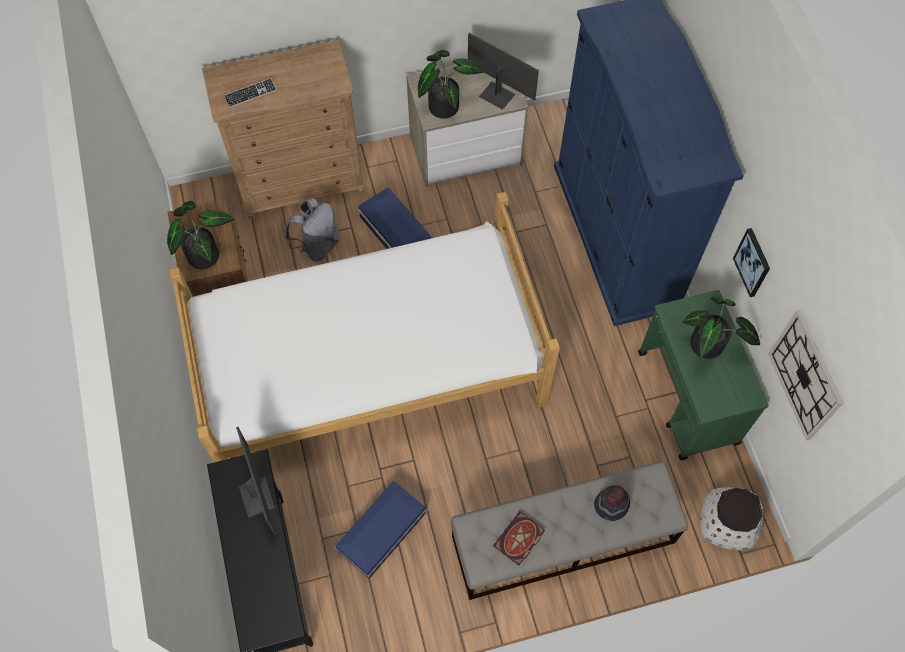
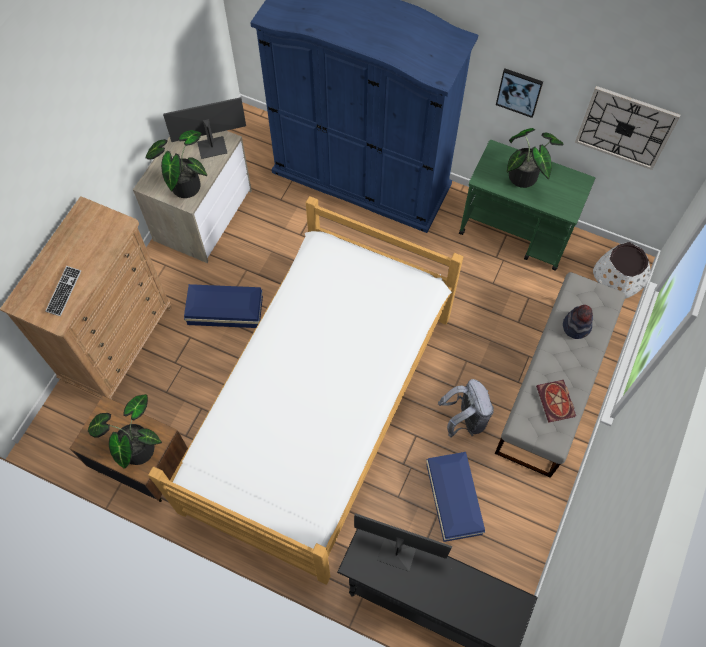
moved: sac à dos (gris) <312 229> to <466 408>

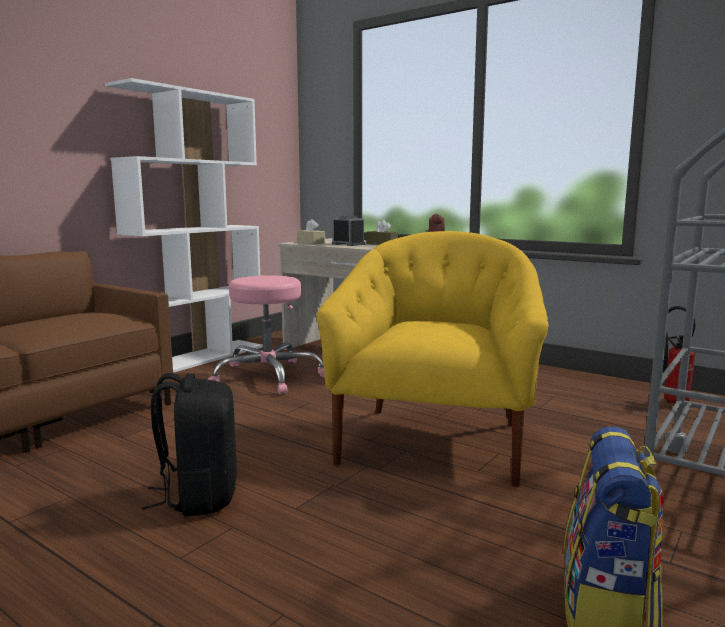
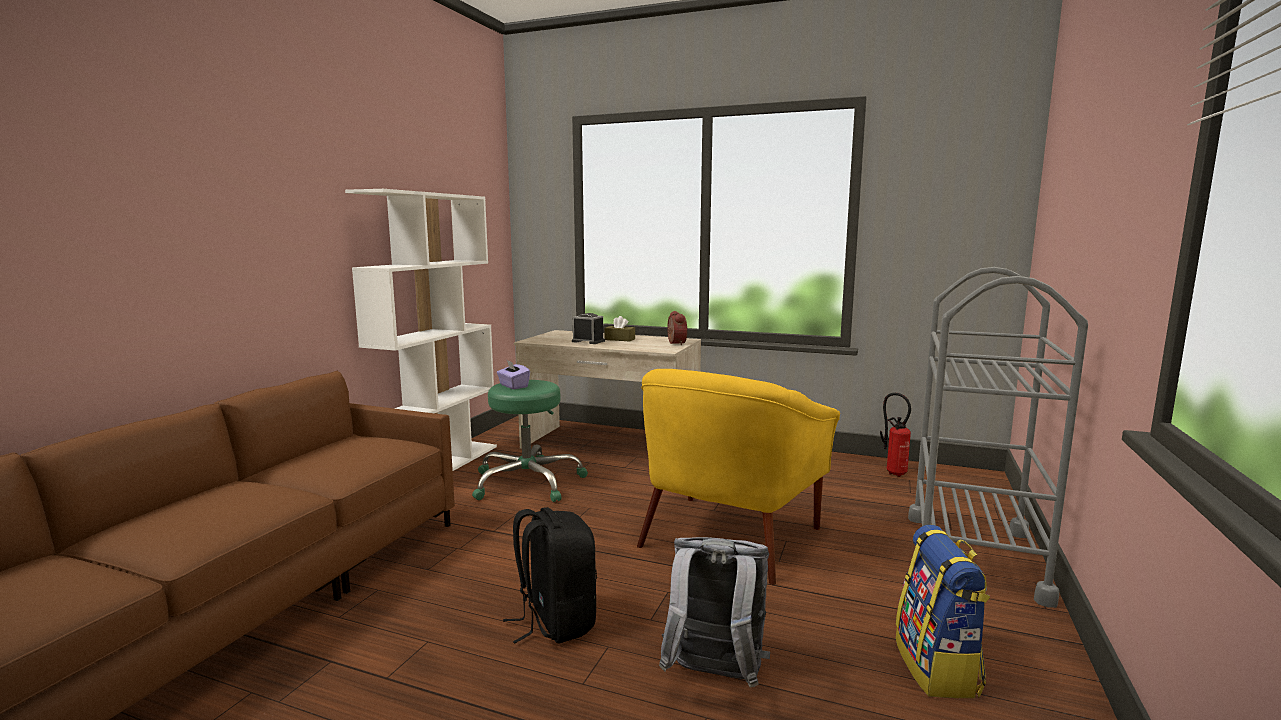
removed: boîte à mouchoirs (beige) <311 231>
added: boîte à mouchoirs (violet) <513 374>; sac à dos (gris) <714 612>
recoloured: tabouret (rose) <266 335> to tabouret (vert) <530 441>
turned: fauteuil (jaune) <433 359> = <738 477> 150 degrees counterclockwise

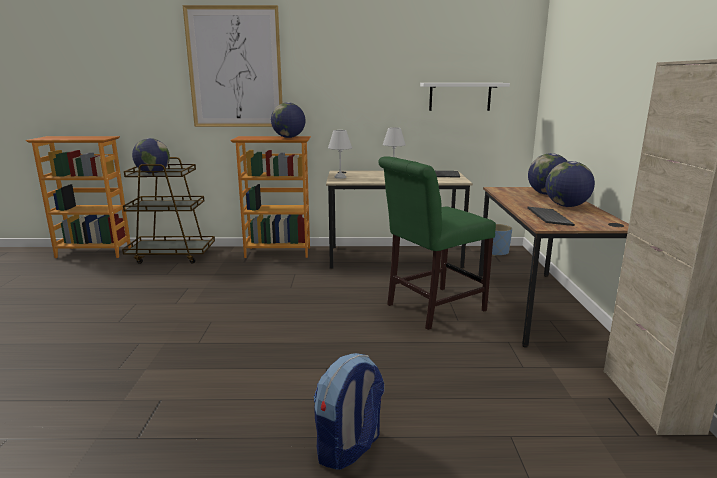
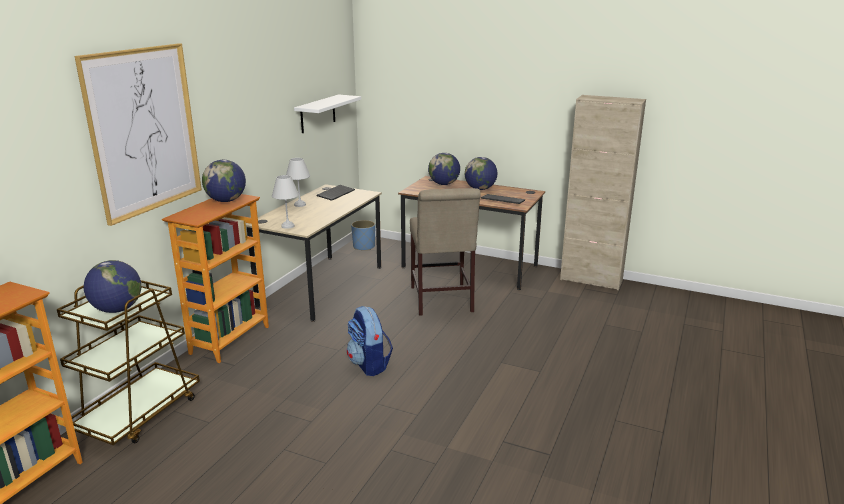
moved: sac à dos <349 411> to <370 341>
recoloured: chaise (vert) <437 243> to chaise (beige) <445 252>

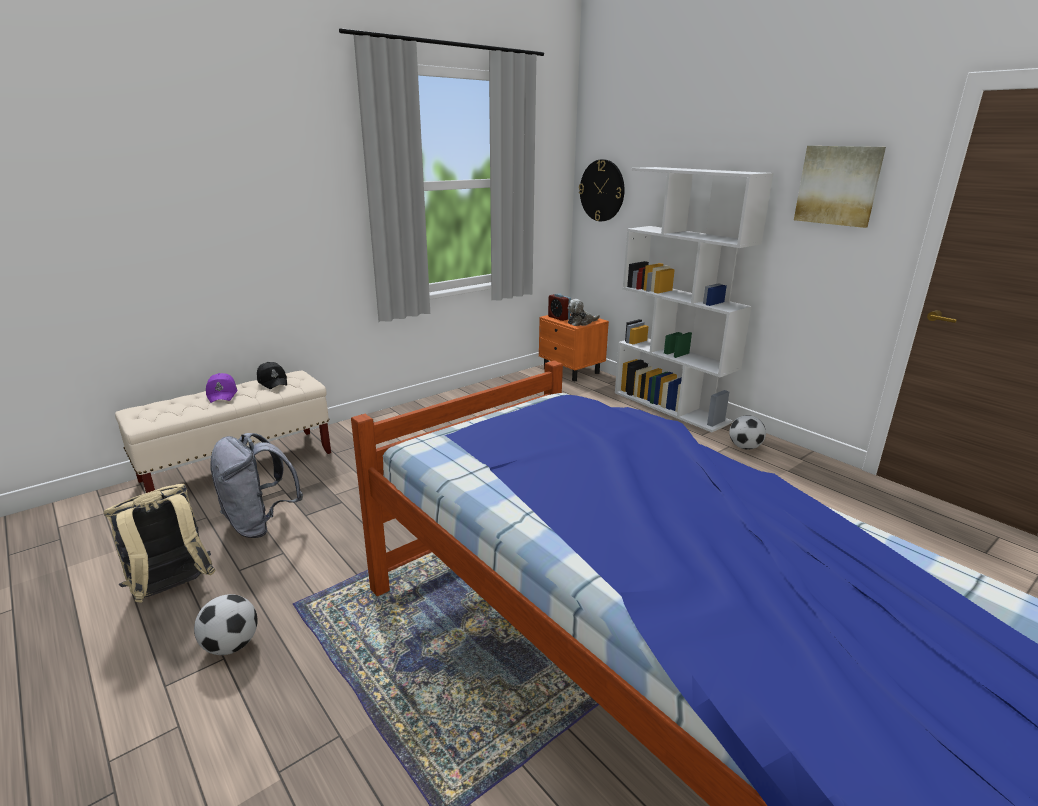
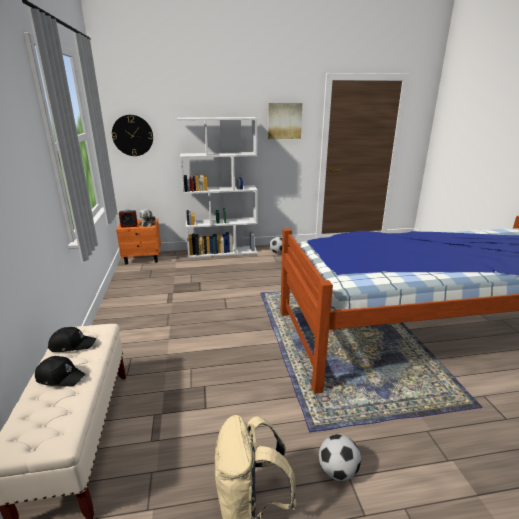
removed: sac à dos (gris) <256 485>
recoloured: casquette (violet) <221 388> to casquette (noir) <60 371>

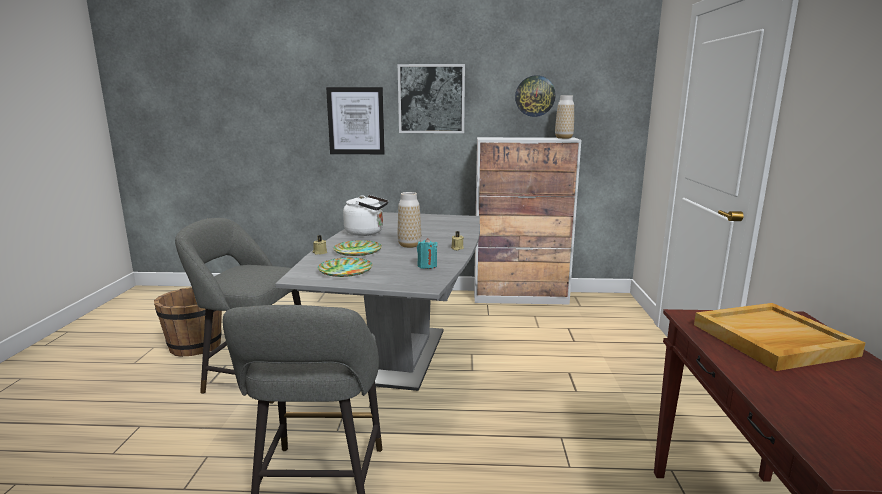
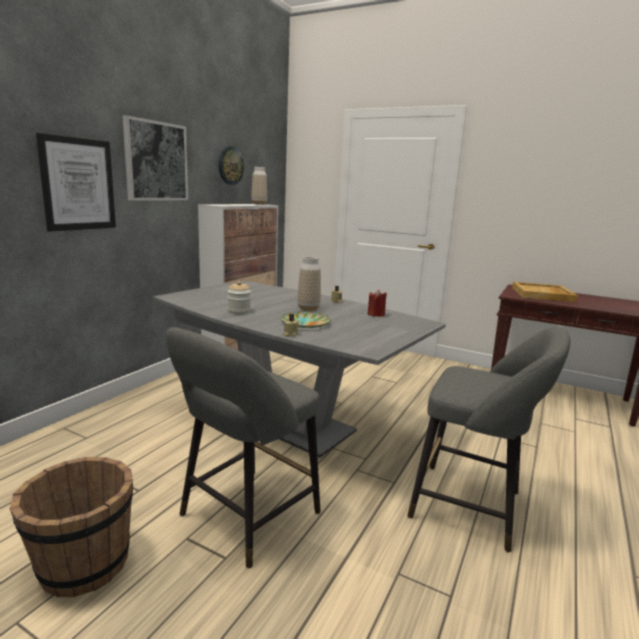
removed: assiette <345 267>
replaced: bouilloire (blanc) <365 215> to bocal <239 297>
recoloured: bougie (turquoise) <427 253> to bougie (rouge) <377 303>

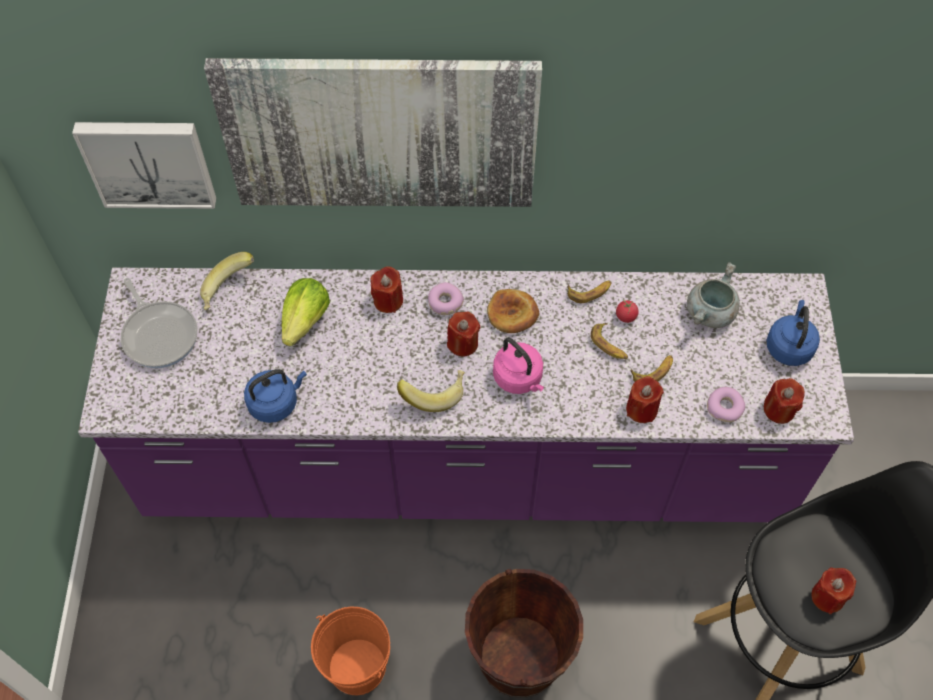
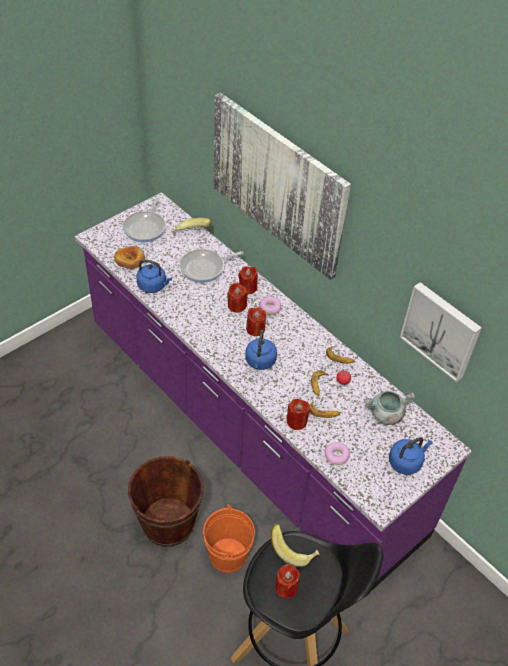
moved: tableau <144 165> to <441 332>; seau (orange) <350 651> to <229 538>; banane <431 391> to <295 545>; pain <513 311> to <129 257>; bougie (rouge) <784 401> to <237 297>
replaced: laitue <306 312> to poêle <211 266>
recoloured: bouilloire (rose) <518 366> to bouilloire (bleu) <261 350>

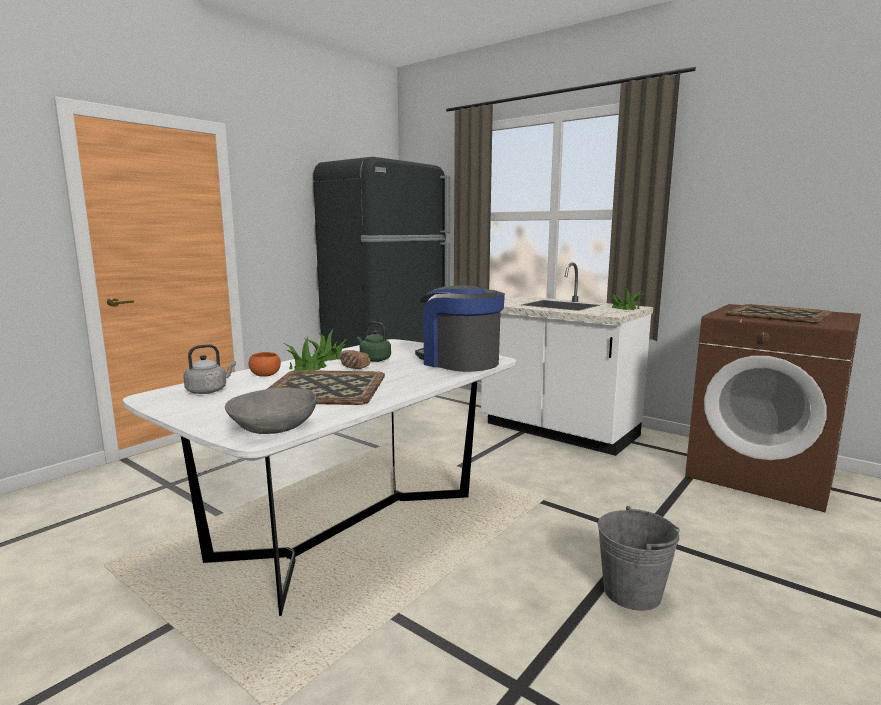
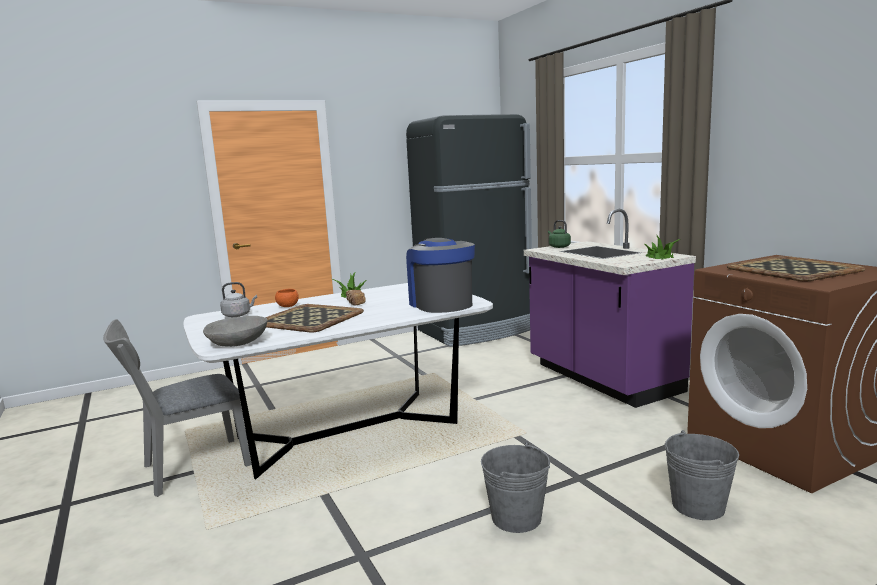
removed: plante en pot <306 353>
added: chaise (gris) <177 408>; seau (gris) <702 475>
moved: bouilloire (vert) <374 342> to <559 234>
recoloured: comptoir de cuisine (blanc) <567 359> to comptoir de cuisine (violet) <610 308>

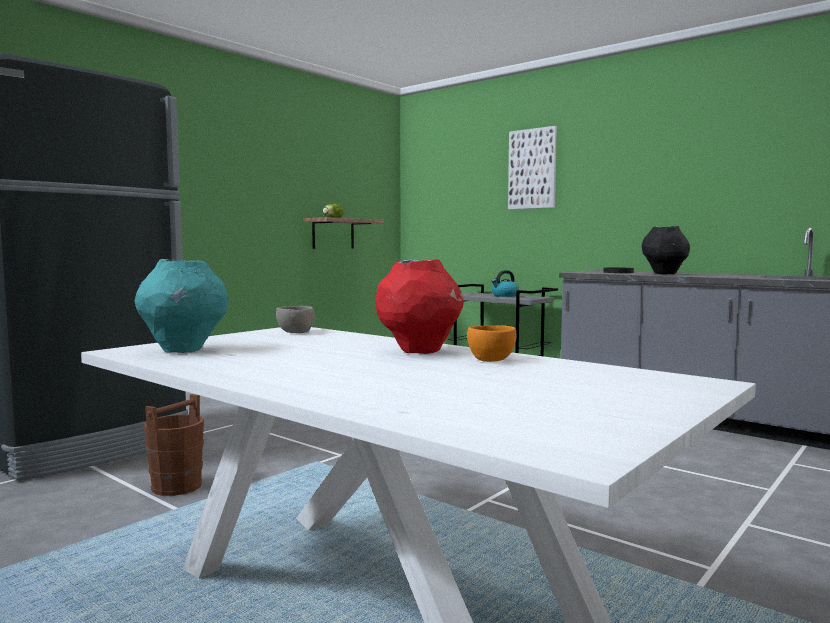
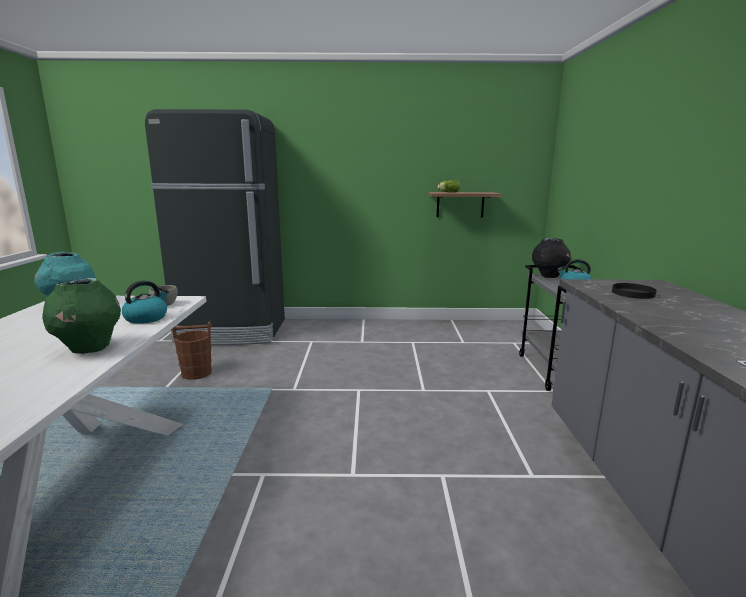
removed: bol (orange) <492 343>; tableau <532 167>
added: bouilloire <145 302>
moved: vase (noir) <666 250> to <551 258>
recoloured: vase (rouge) <420 306> to vase (vert) <81 316>

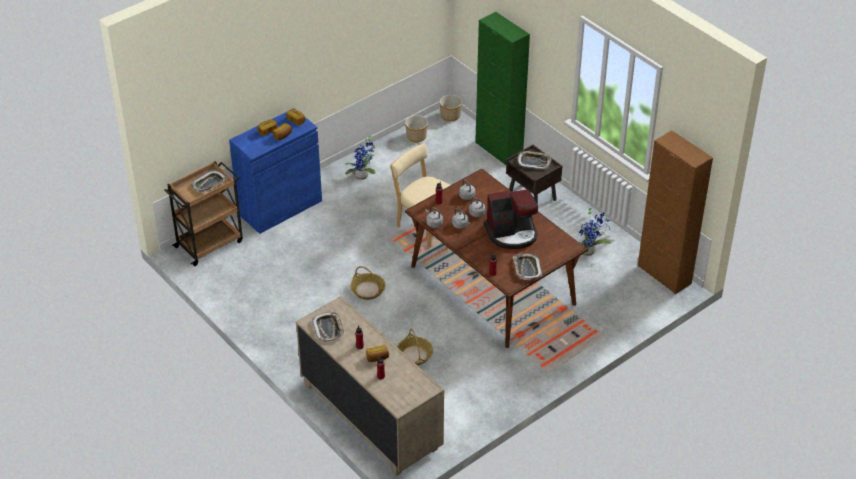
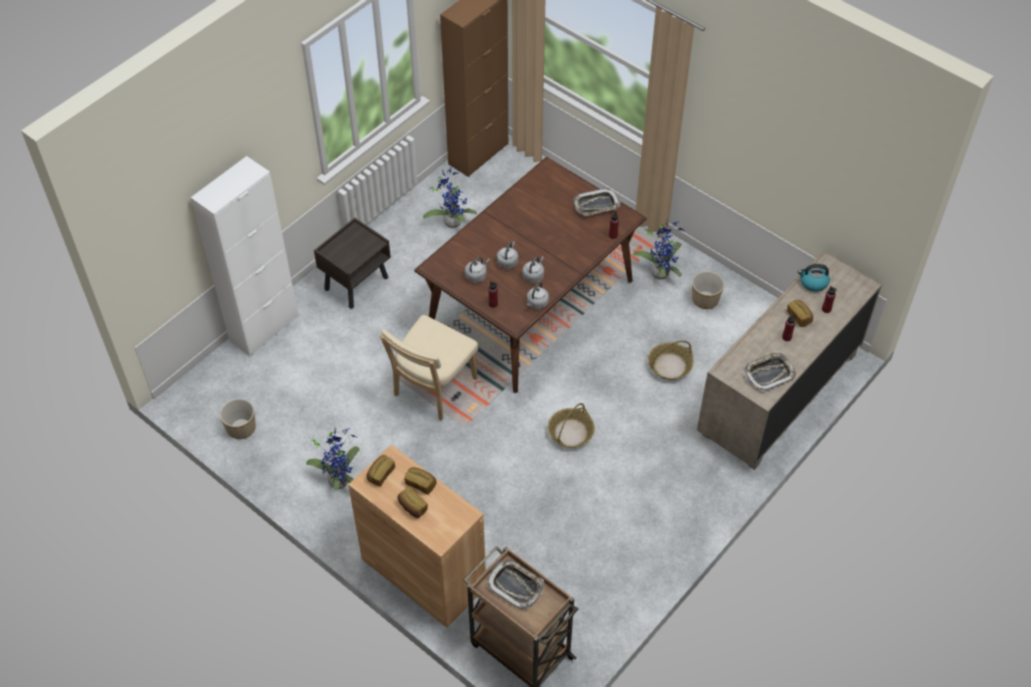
removed: machine à café <511 219>; plateau <534 160>
added: plante en pot <658 250>; bouilloire <814 278>
moved: cache-pot <451 108> to <708 290>
recoloured: meuble de rangement (bleu) <275 171> to meuble de rangement (marron) <417 536>; meuble de rangement (vert) <502 88> to meuble de rangement (blanc) <245 256>

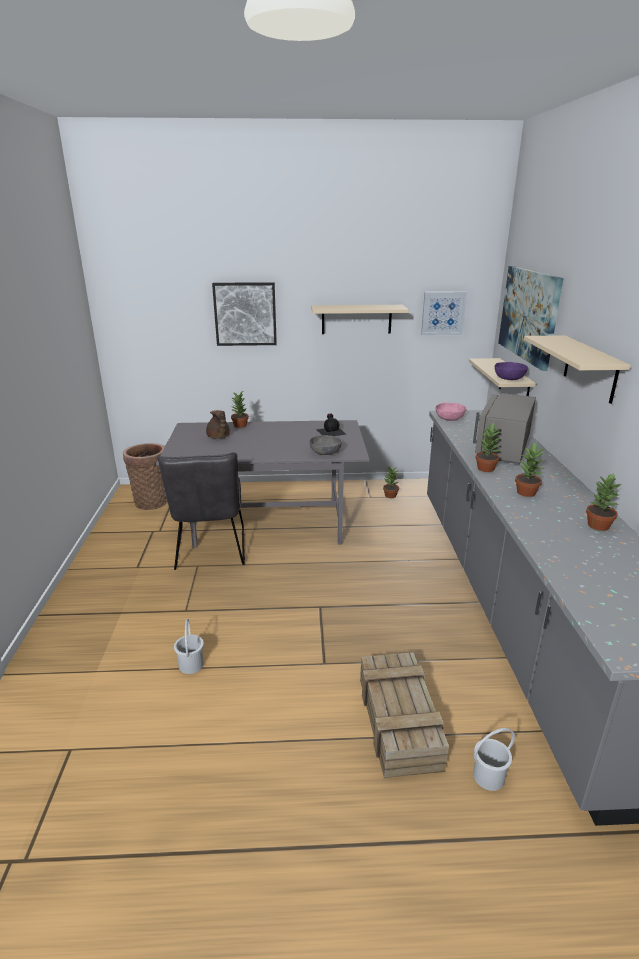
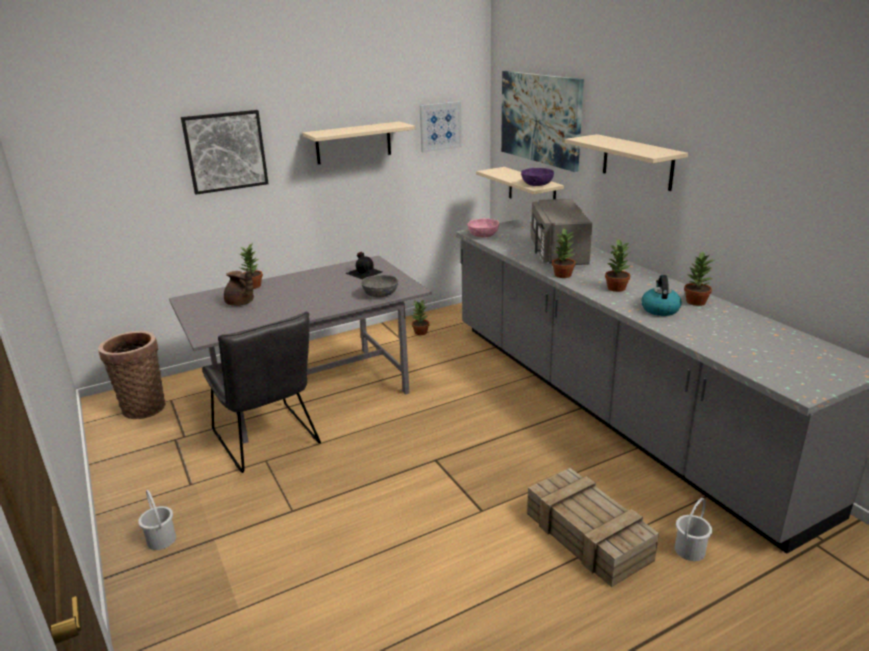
added: bouilloire <662 295>
moved: seau (blanc) <189 646> to <157 520>

